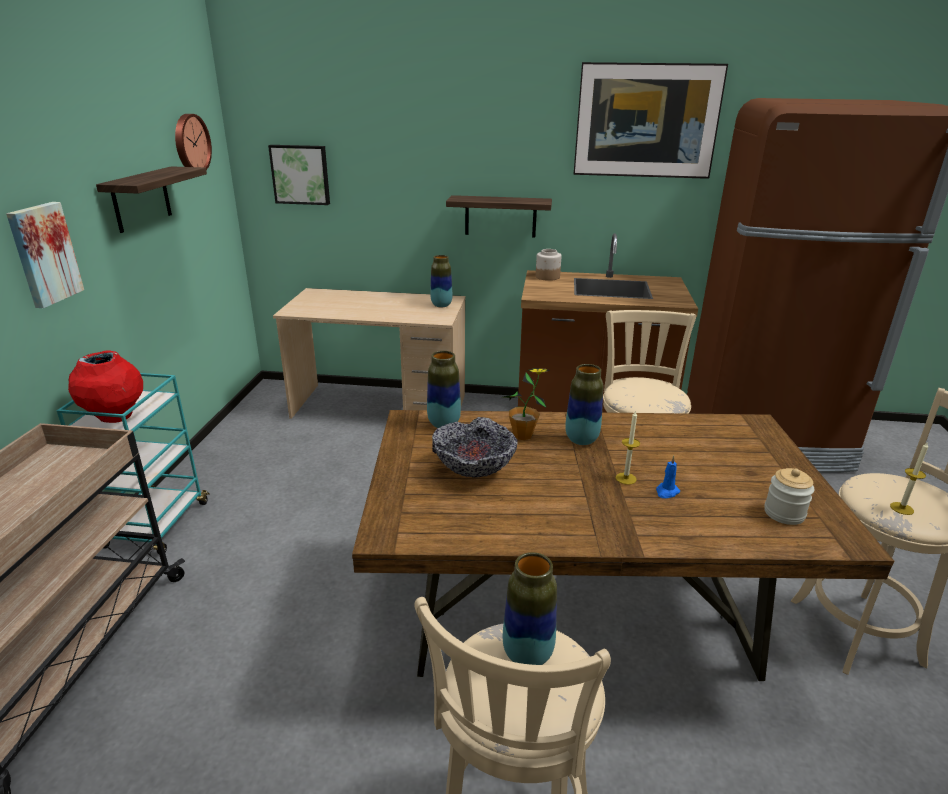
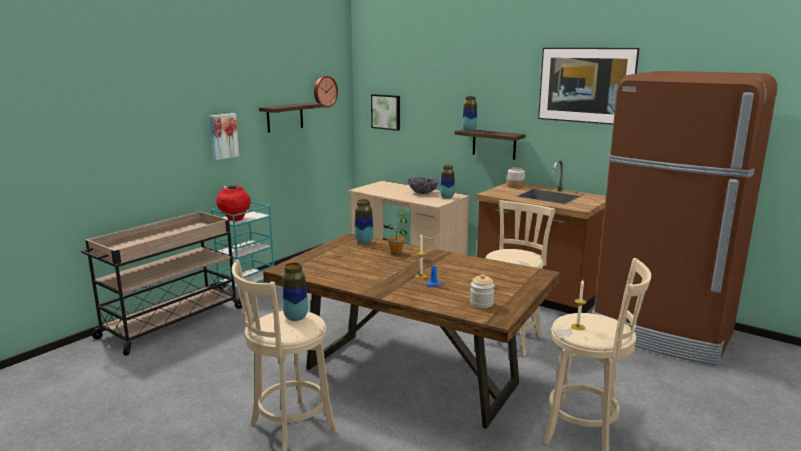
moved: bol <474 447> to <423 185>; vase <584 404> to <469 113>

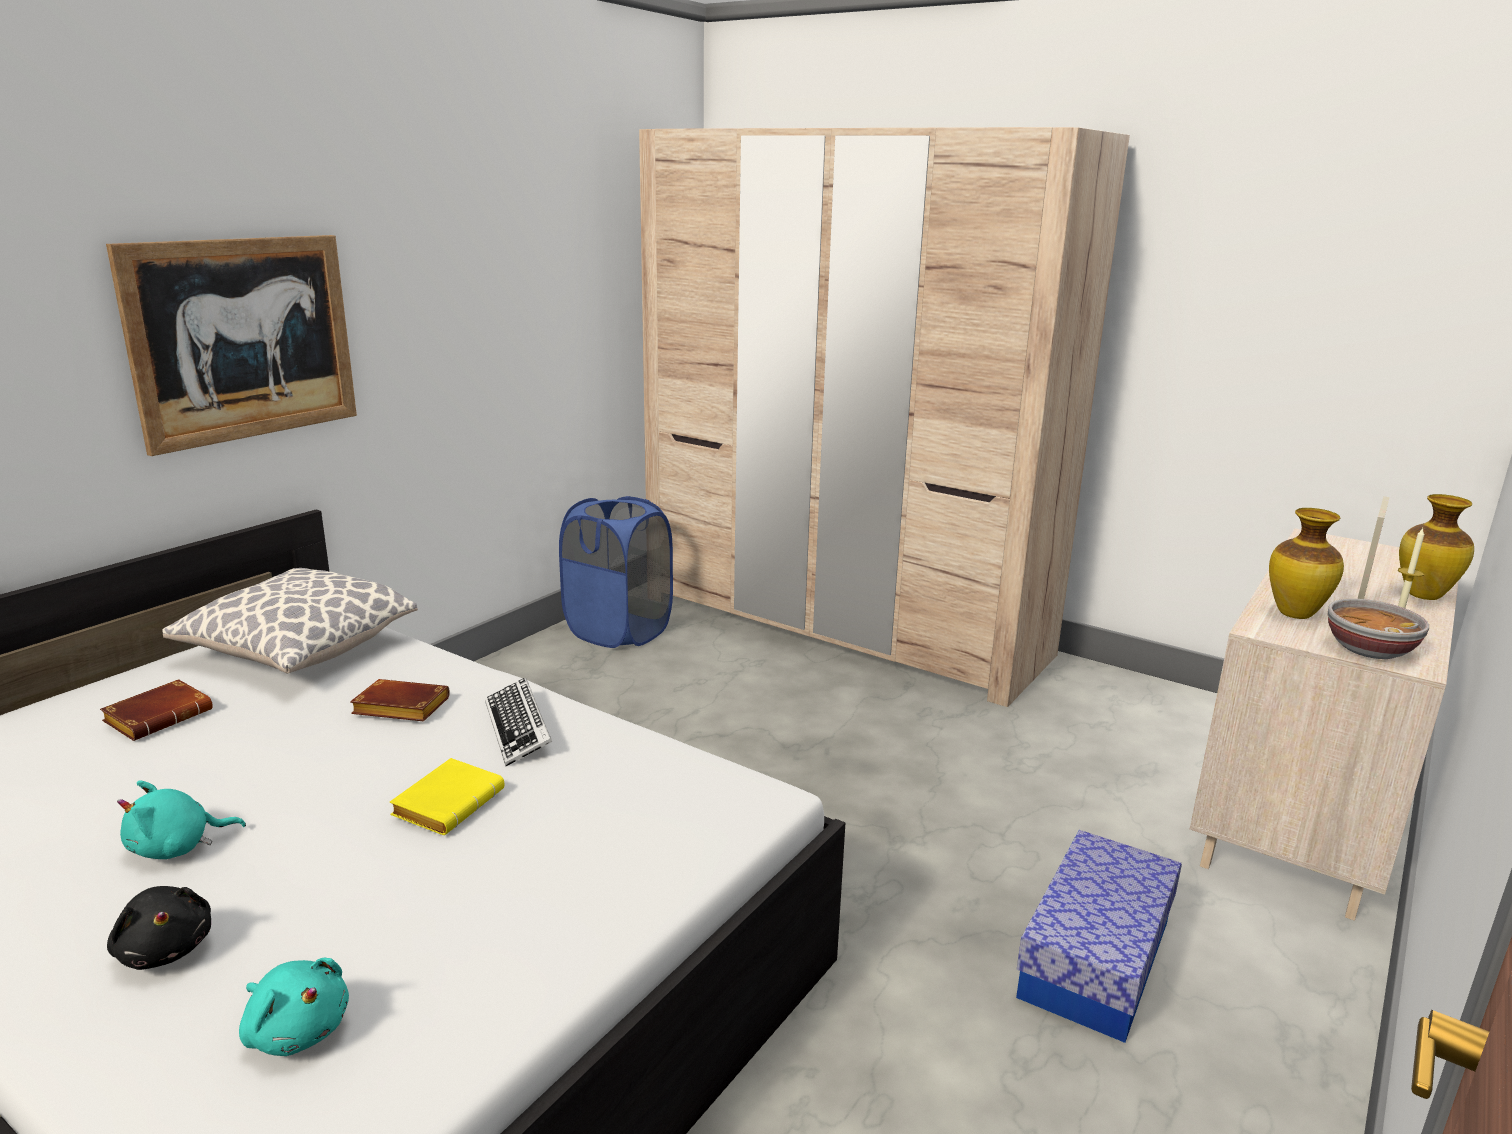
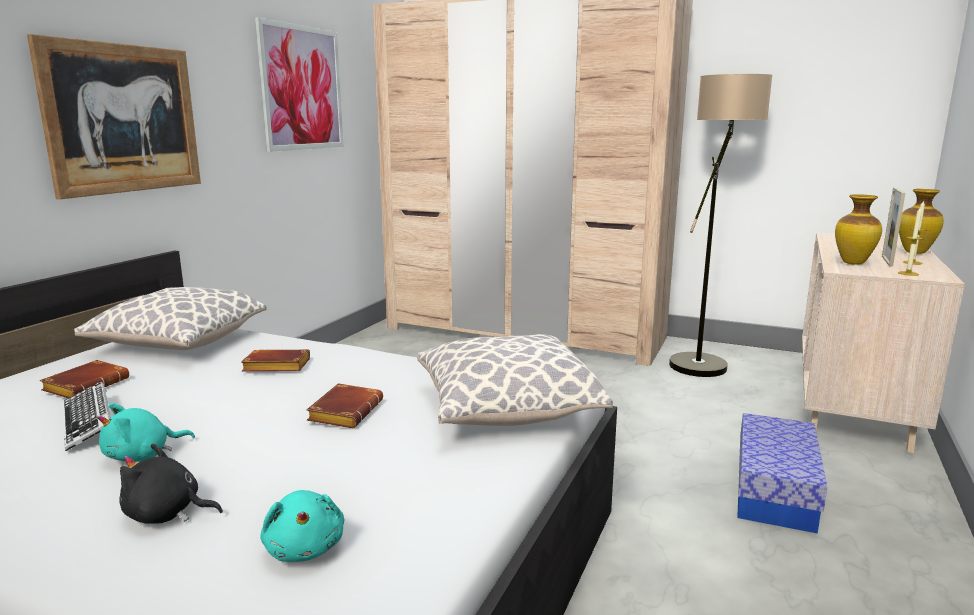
removed: panier à linge (bleu) <616 572>
added: tableau <299 85>; coussin <515 380>; lampadaire <720 225>
moved: clavier <518 722> to <87 416>
replaced: bol <1378 629> to bougie <911 242>
recoloured: livre (jaune) <447 796> to livre (marron) <344 405>
turned: peluche (noir) <159 928> = <171 484> 150 degrees clockwise; peluche (turquoise) <294 1007> = <302 526> 45 degrees clockwise

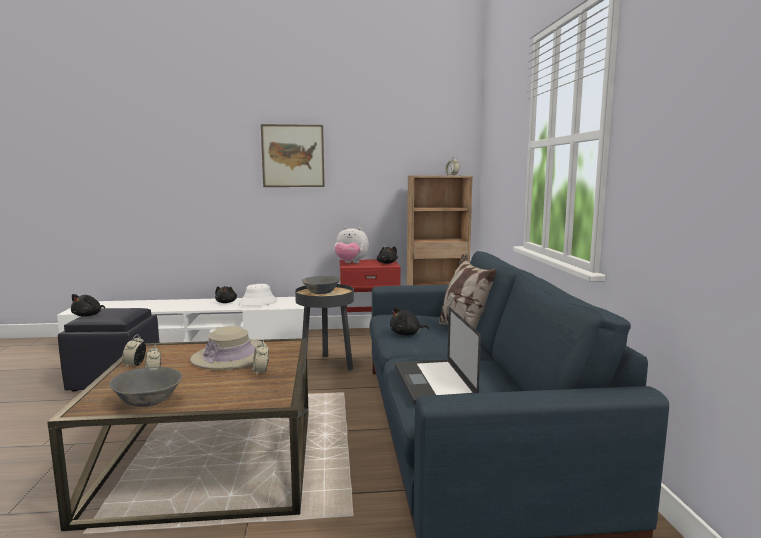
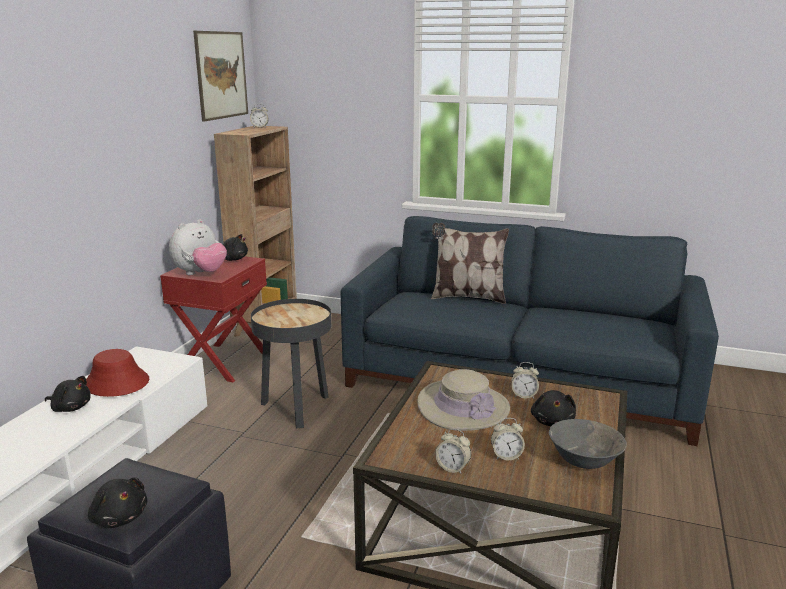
removed: bol (gris) <321 285>; ordinateur portable <438 355>
moved: tableau <293 155> to <220 76>; peluche (noir) <409 321> to <553 408>
recoloured: chapeau (blanc) <258 295> to chapeau (rouge) <117 373>

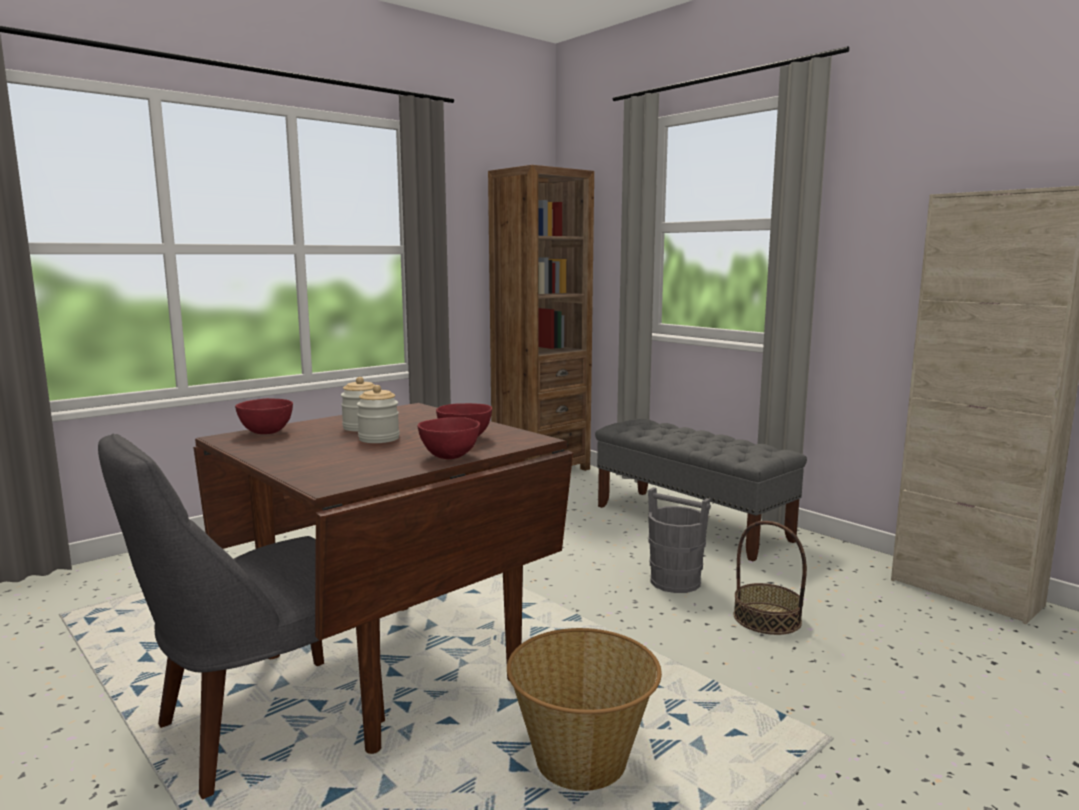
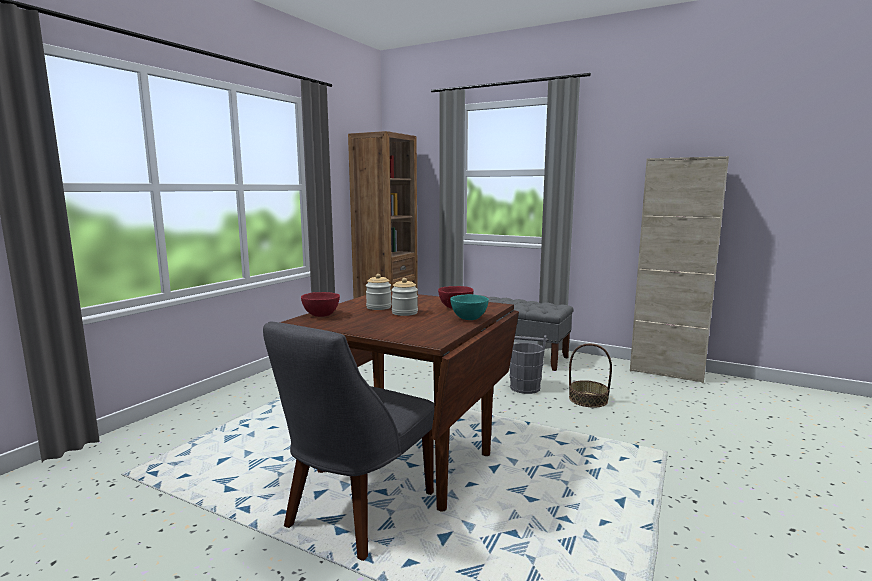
removed: panier <584 709>
recoloured: bol (rouge) <448 438> to bol (turquoise) <469 307>

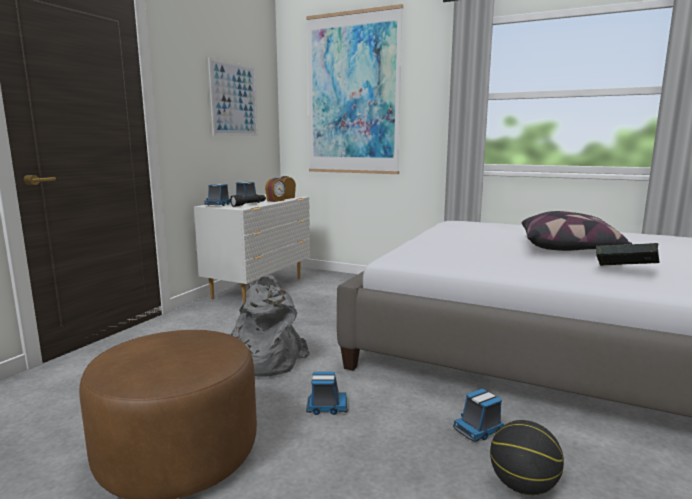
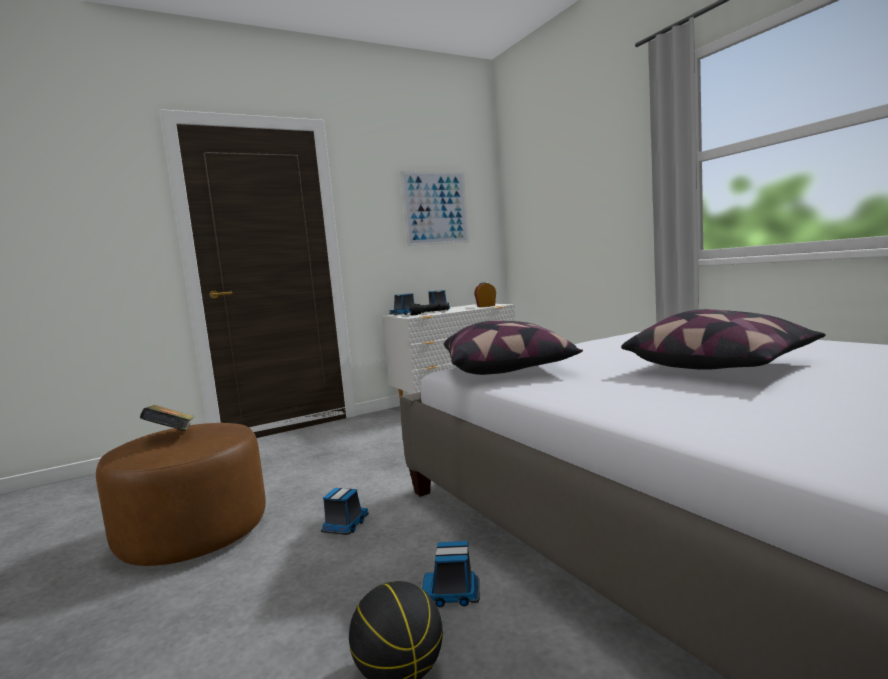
removed: sac à dos (gris) <269 326>; réveil <275 190>; tableau <354 89>
added: coussin <513 348>
moved: livre <628 254> to <167 418>
turned: camion jouet <327 393> = <345 511> 105 degrees counterclockwise

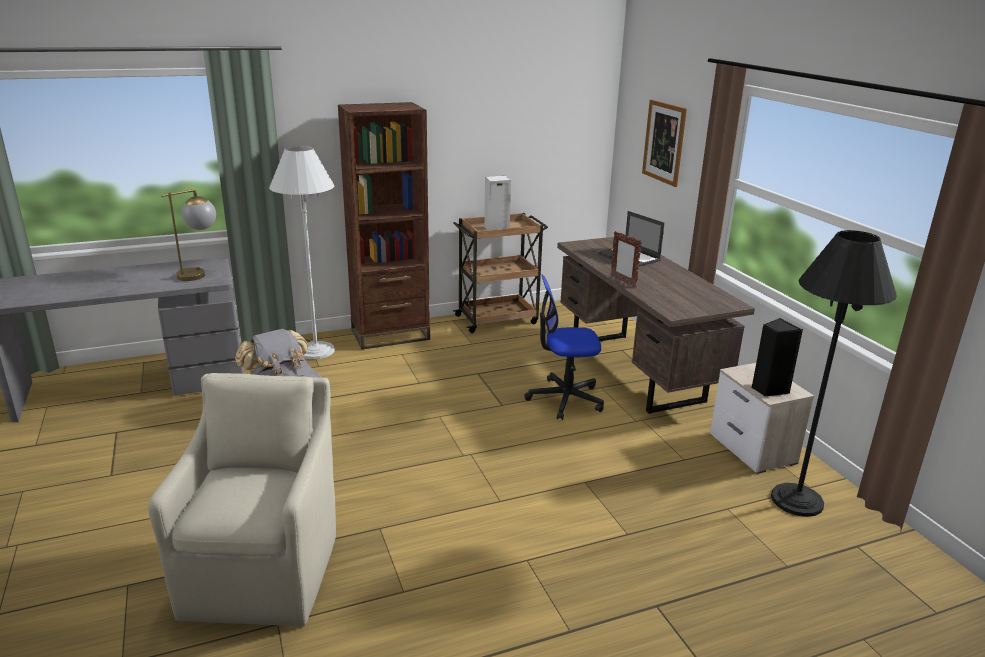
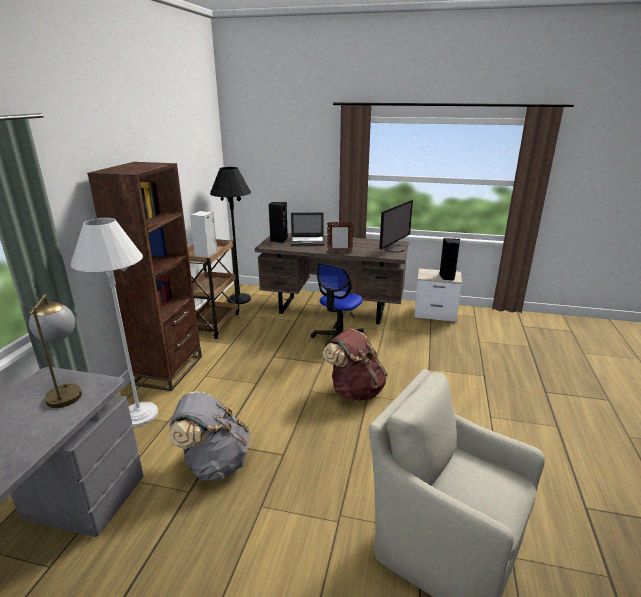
removed: tableau <664 143>
added: enceinte (noir) <278 222>; sac à dos (marron) <355 365>; écran d'ordinateur <396 226>
moved: lampadaire (noir) <834 373> to <230 235>

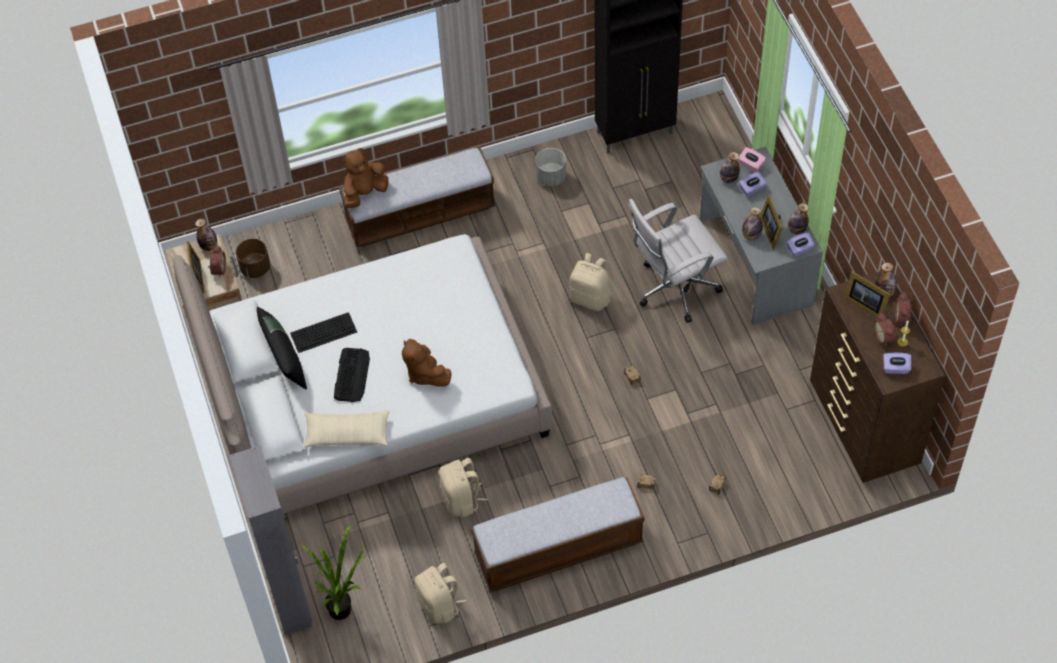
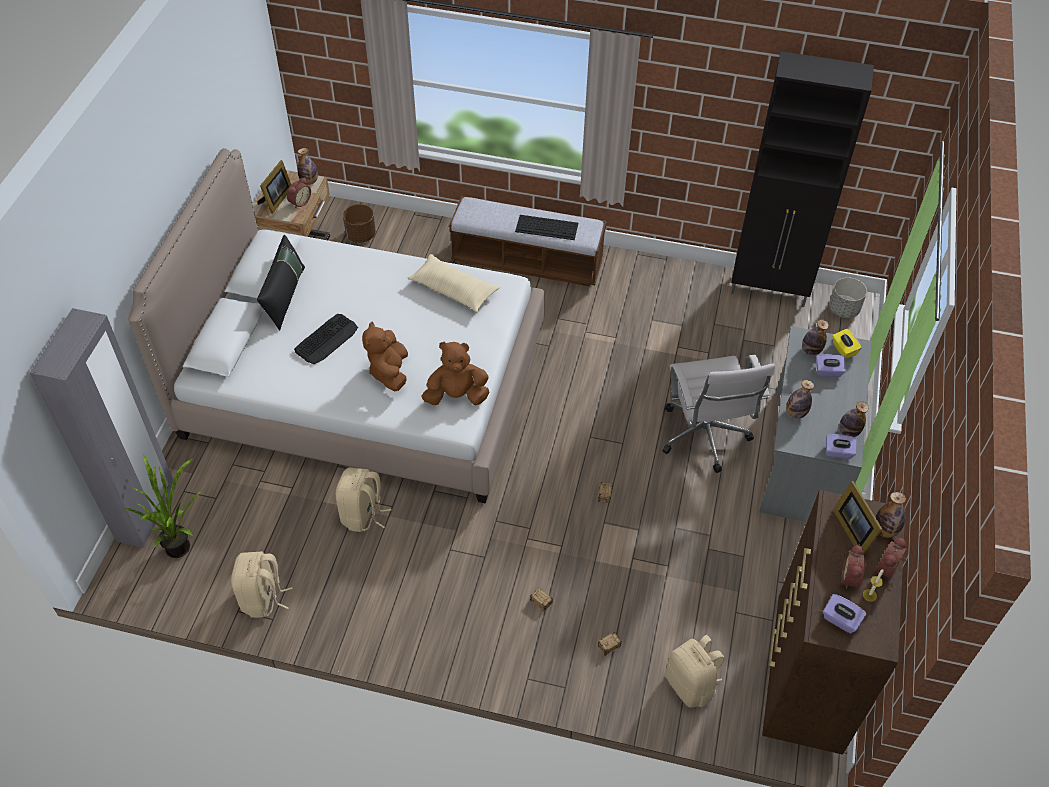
removed: banc <557 535>; cadre photo <771 222>
moved: clavier <323 332> to <546 227>; coussin (beige) <346 428> to <453 283>; peluche (marron) <365 178> to <455 373>; cache-pot (gris) <550 167> to <848 297>; sac à dos (beige) <589 282> to <695 671>
recoloured: boîte à mouchoirs (rose) <752 159> to boîte à mouchoirs (jaune) <847 344>
turned: chaise de bureau (blanc) <677 261> = <719 414> 105 degrees counterclockwise

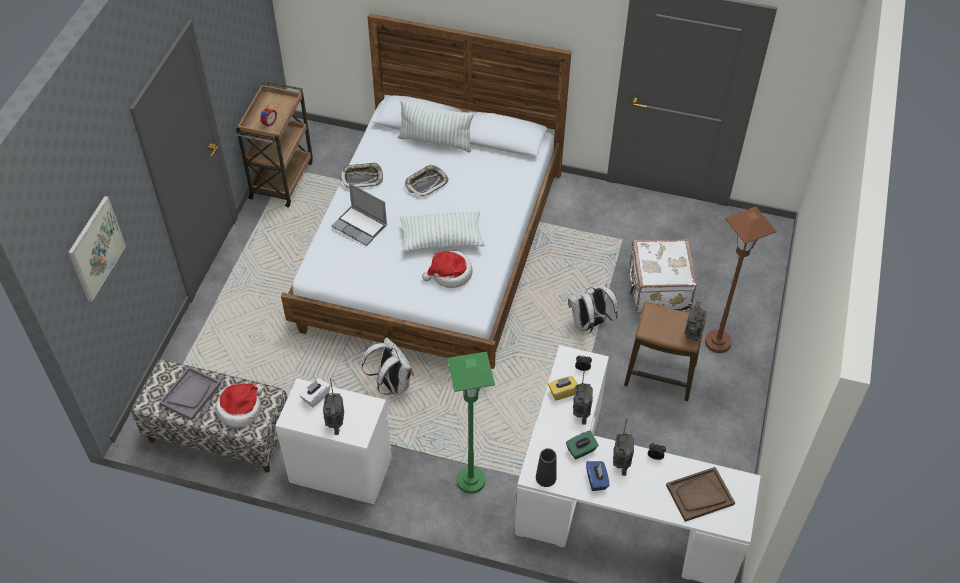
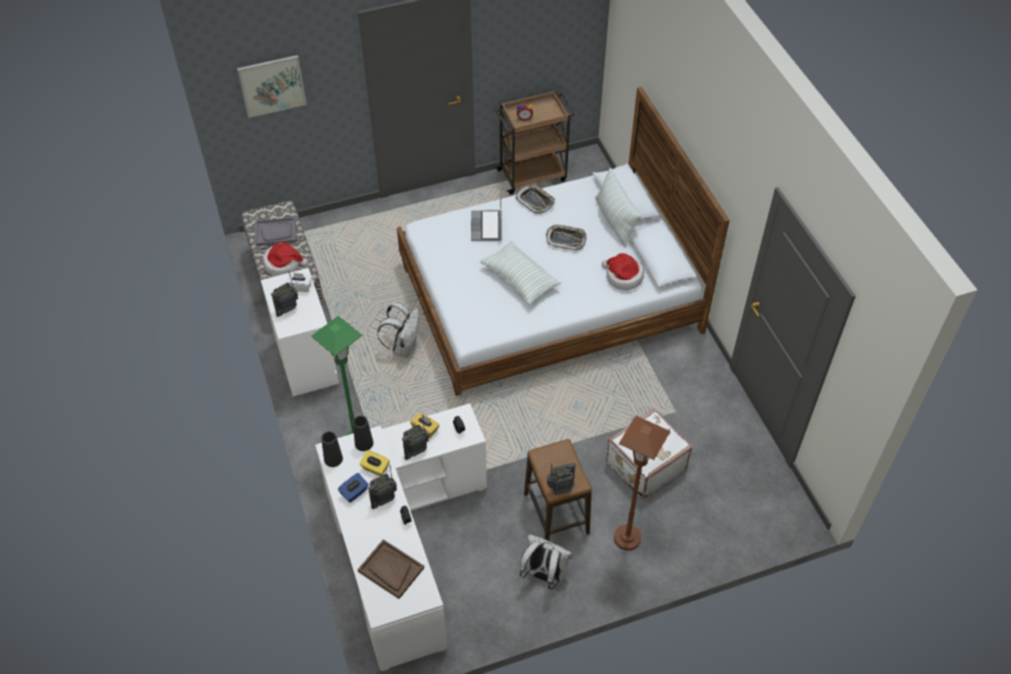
added: vase (noir) <363 433>
moved: chapeau <447 269> to <623 271>; sac à dos (blanc) <593 308> to <546 562>
recoloured: boîte à mouchoirs (vert) <582 445> to boîte à mouchoirs (jaune) <375 463>

